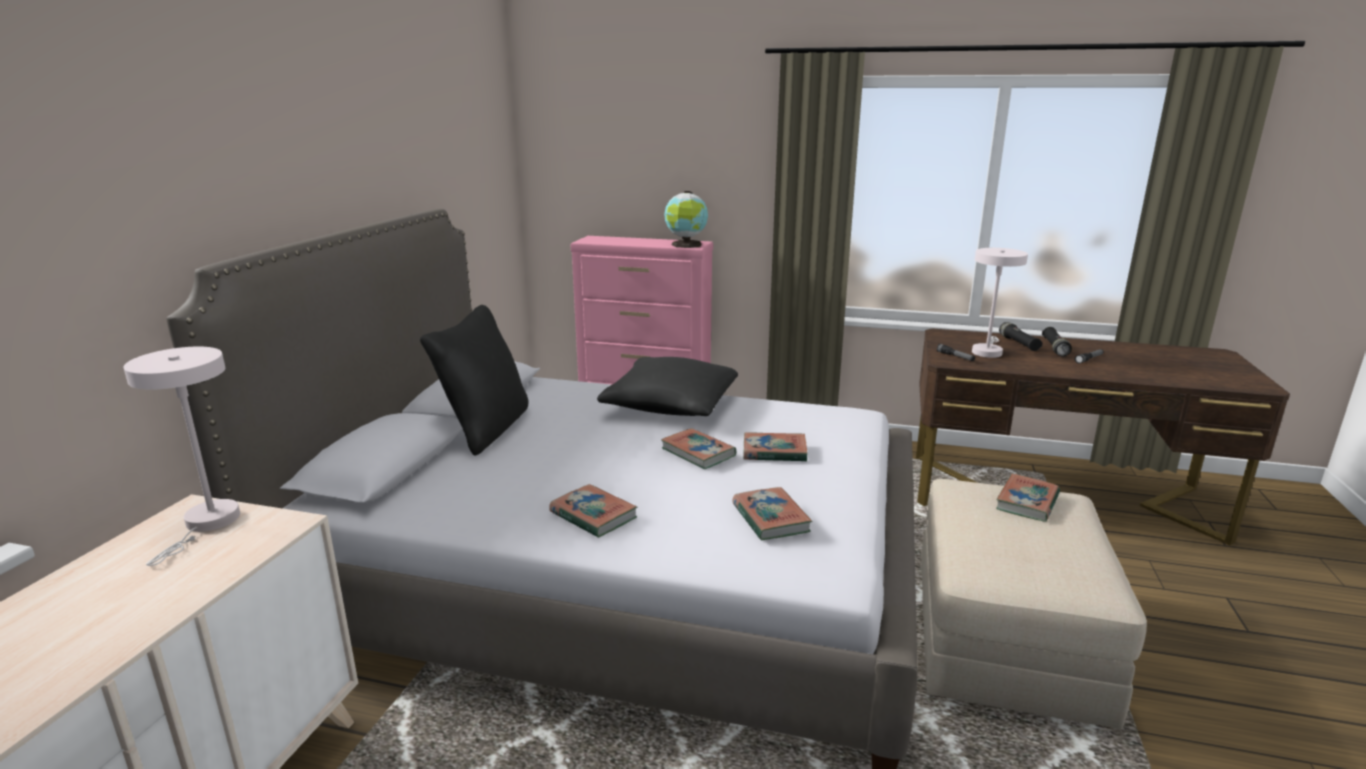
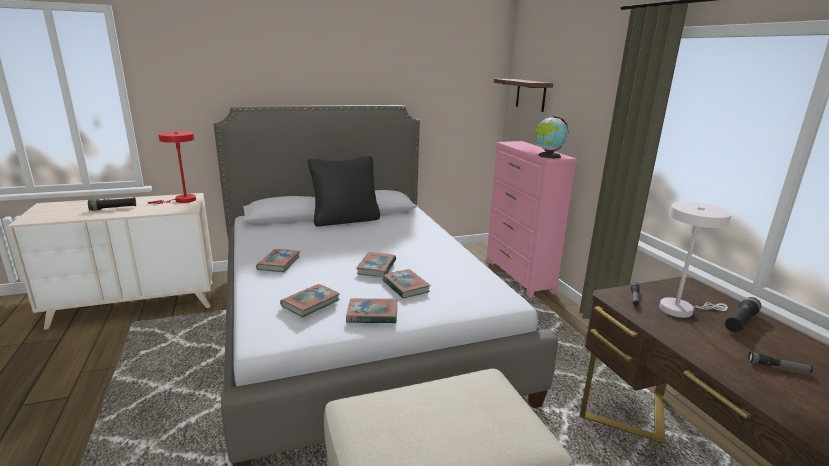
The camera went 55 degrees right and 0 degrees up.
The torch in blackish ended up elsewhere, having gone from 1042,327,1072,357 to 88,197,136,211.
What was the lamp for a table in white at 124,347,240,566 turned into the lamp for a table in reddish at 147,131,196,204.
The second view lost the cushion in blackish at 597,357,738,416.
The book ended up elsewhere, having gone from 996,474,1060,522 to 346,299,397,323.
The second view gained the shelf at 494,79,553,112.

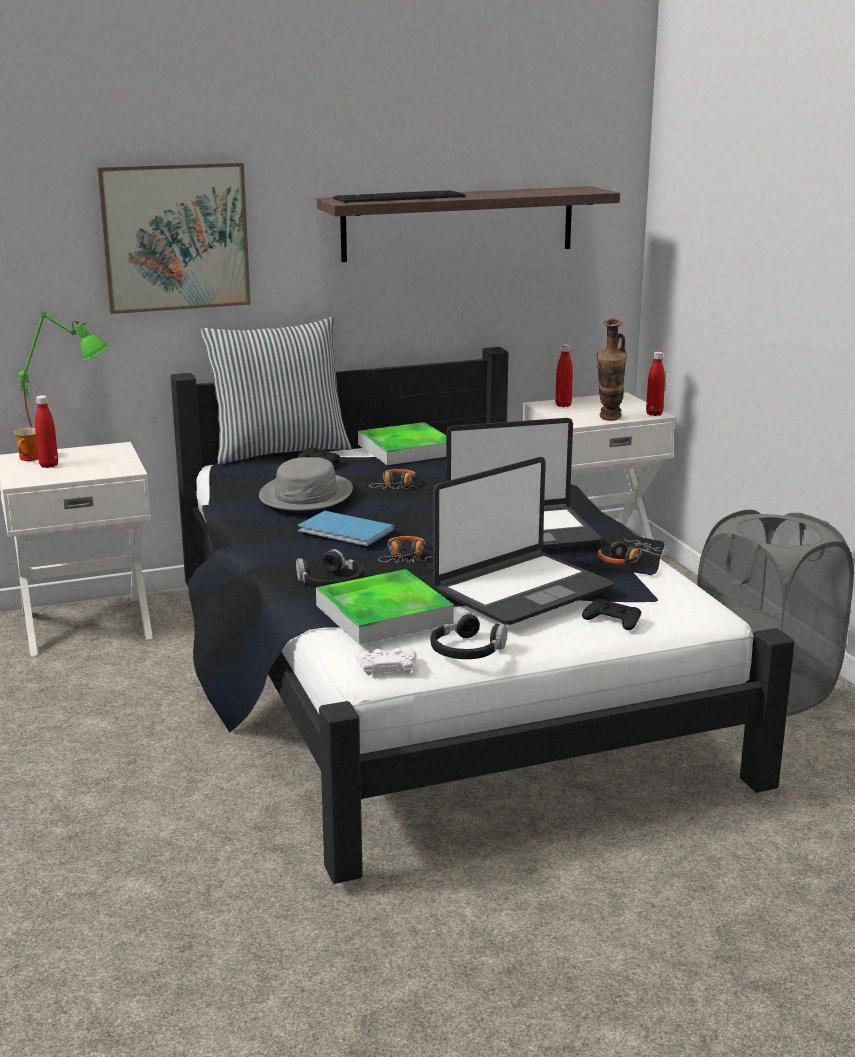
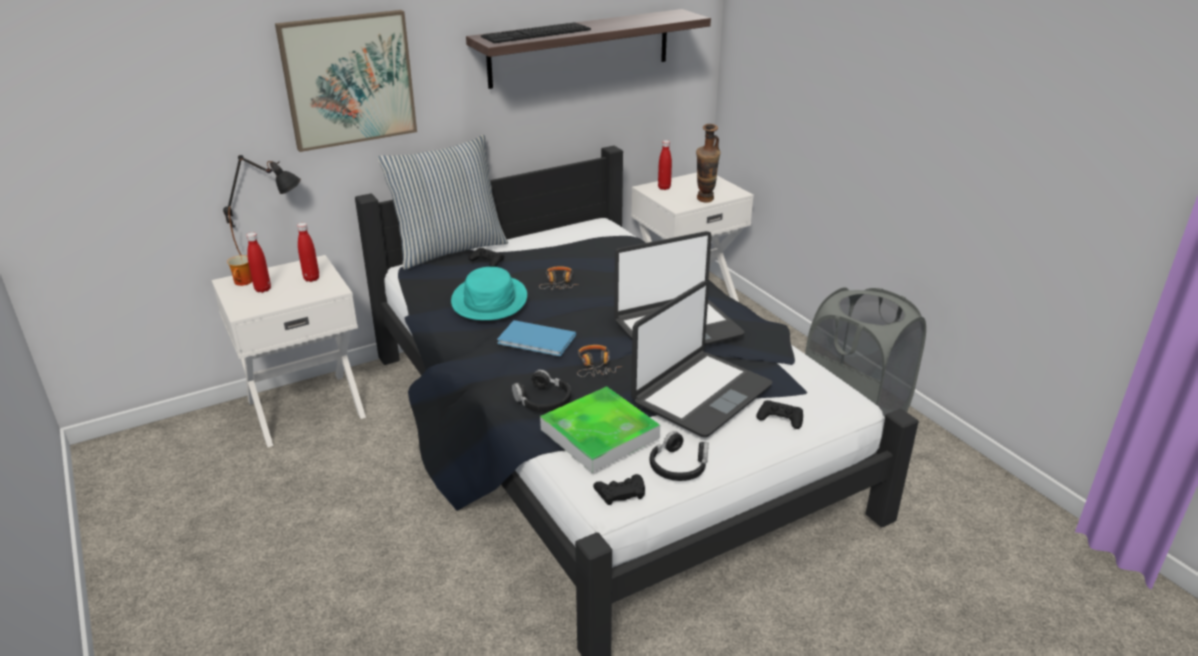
The camera went 10 degrees left and 10 degrees up.
What was the lamp for a table in green at 18,311,109,428 turned into the lamp for a table in blackish at 223,155,301,255.
The drink bottle in reddish ended up elsewhere, having gone from 646,352,665,416 to 297,223,319,282.
The second view lost the carrying tray at 358,422,446,465.
What was the clothing hat in gray at 259,457,353,511 turned into the clothing hat in turquoise-coloured at 451,267,527,320.
The second view lost the headphones at 598,539,668,564.
What was the gamepad in white at 356,648,417,675 turned into the gamepad in blackish at 593,474,645,505.

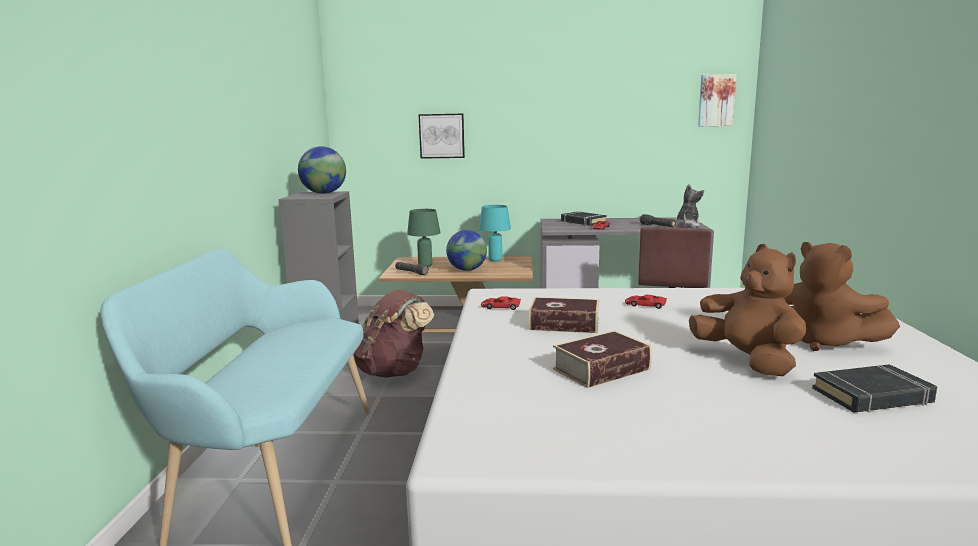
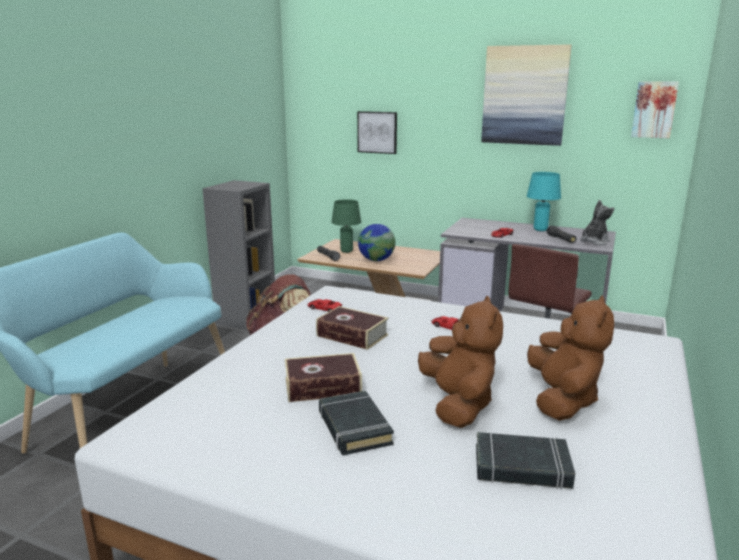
The camera went 20 degrees right and 5 degrees up.
The second view lost the desk globe at 298,146,346,194.
The lamp for a table in turquoise-coloured ended up elsewhere, having gone from 479,205,511,262 to 527,172,561,231.
The book in blackish ended up elsewhere, having gone from 561,211,607,226 to 319,391,394,455.
The cuddly toy in brownish at 785,242,900,351 ended up facing another way, 150 degrees counterclockwise from before.
The second view gained the picture at 481,44,572,146.

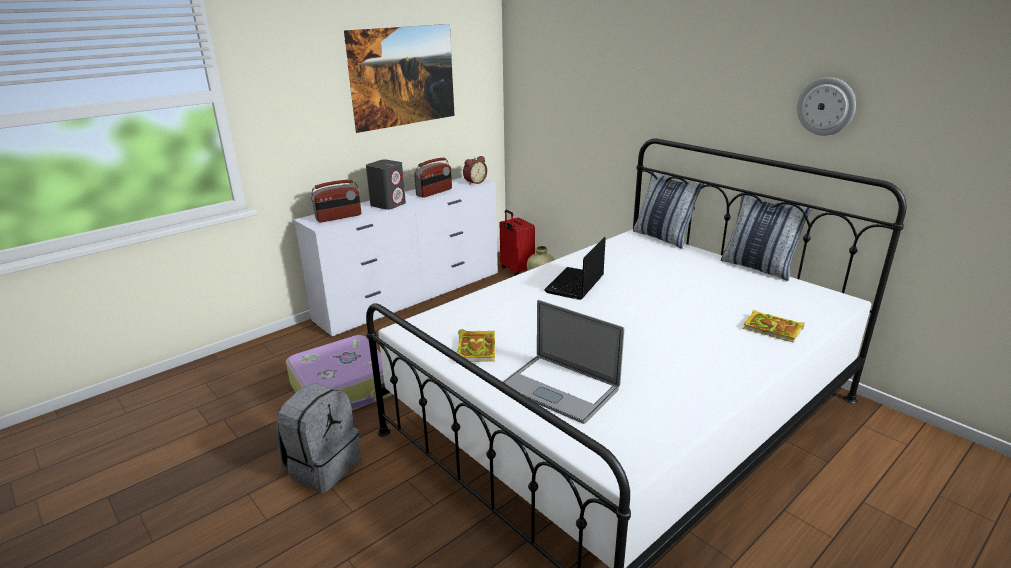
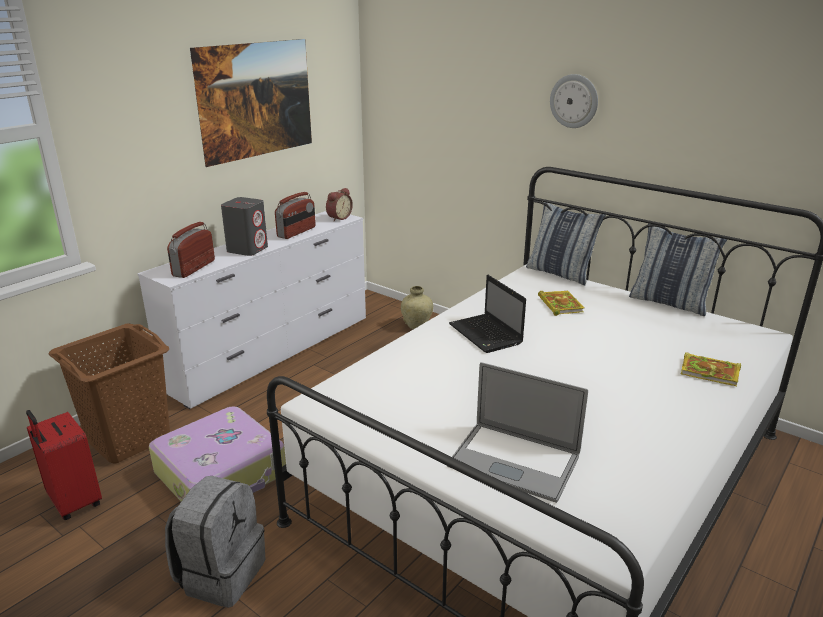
The camera went 10 degrees left and 0 degrees up.
The clock on the wall ended up elsewhere, having gone from 797,77,856,136 to 550,74,598,128.
The radio set at 311,180,361,223 ended up facing another way, 150 degrees clockwise from before.
The suitcase in reddish ended up elsewhere, having gone from 500,210,535,276 to 26,410,102,520.
The portable computer at 544,237,606,300 ended up facing another way, 45 degrees counterclockwise from before.
The book ended up elsewhere, having gone from 456,329,495,363 to 538,291,584,316.
The second view gained the laundry basket in brownish at 49,323,170,464.

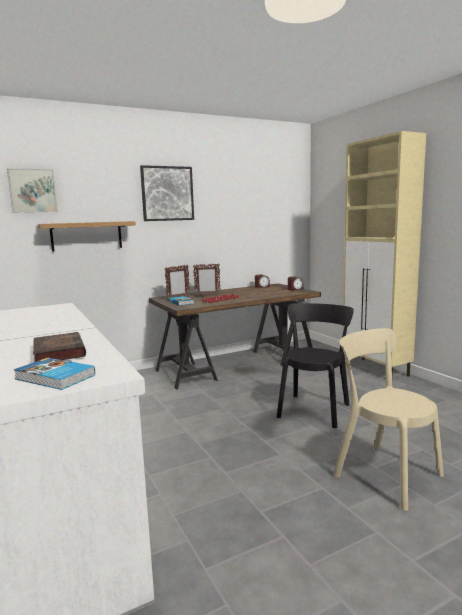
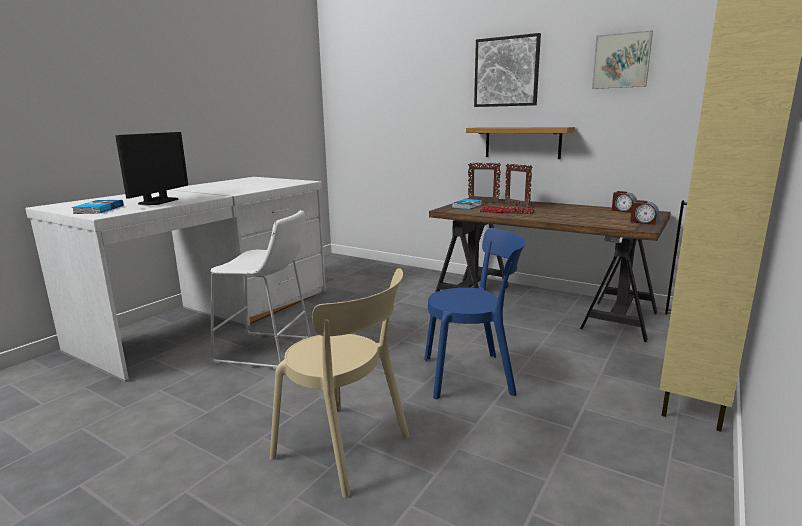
The camera went 60 degrees right and 5 degrees up.
The picture ended up elsewhere, having gone from 7,168,58,212 to 592,30,653,89.
The shelf ended up elsewhere, having gone from 38,221,136,252 to 466,127,575,159.
What was the plain chair in blackish at 277,303,354,428 turned into the plain chair in blue-coloured at 424,228,526,399.
The plain chair in sand-coloured at 333,328,444,511 ended up facing another way, 105 degrees clockwise from before.
Where the book stood at 33,332,86,362, the computer screen came to stand at 115,132,188,205.
The second view gained the sitting stool in white at 210,210,312,370.

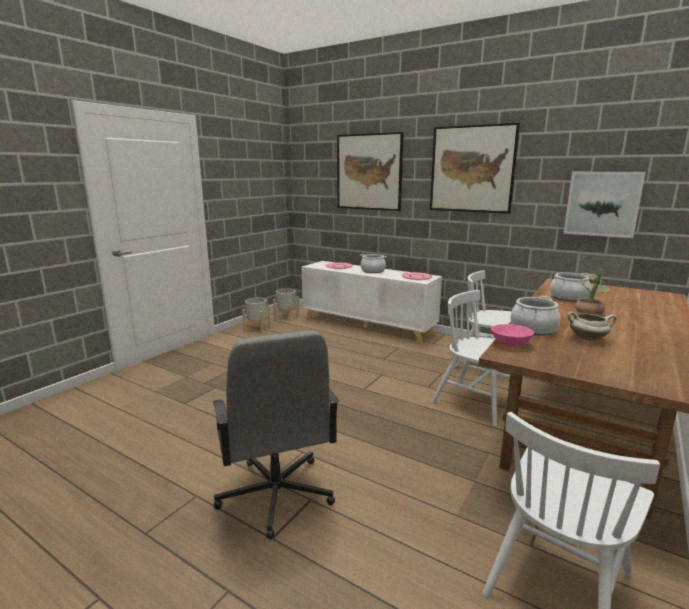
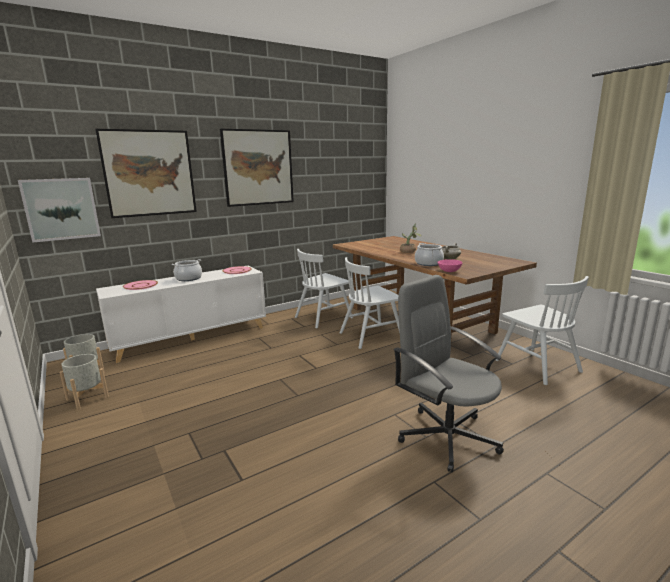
The camera went 65 degrees left and 0 degrees up.
The picture ended up elsewhere, having gone from 563,172,646,238 to 18,178,101,243.
The second view lost the cooking pot at 550,272,591,302.
The computer chair in gray at 212,331,339,539 ended up facing another way, 135 degrees counterclockwise from before.

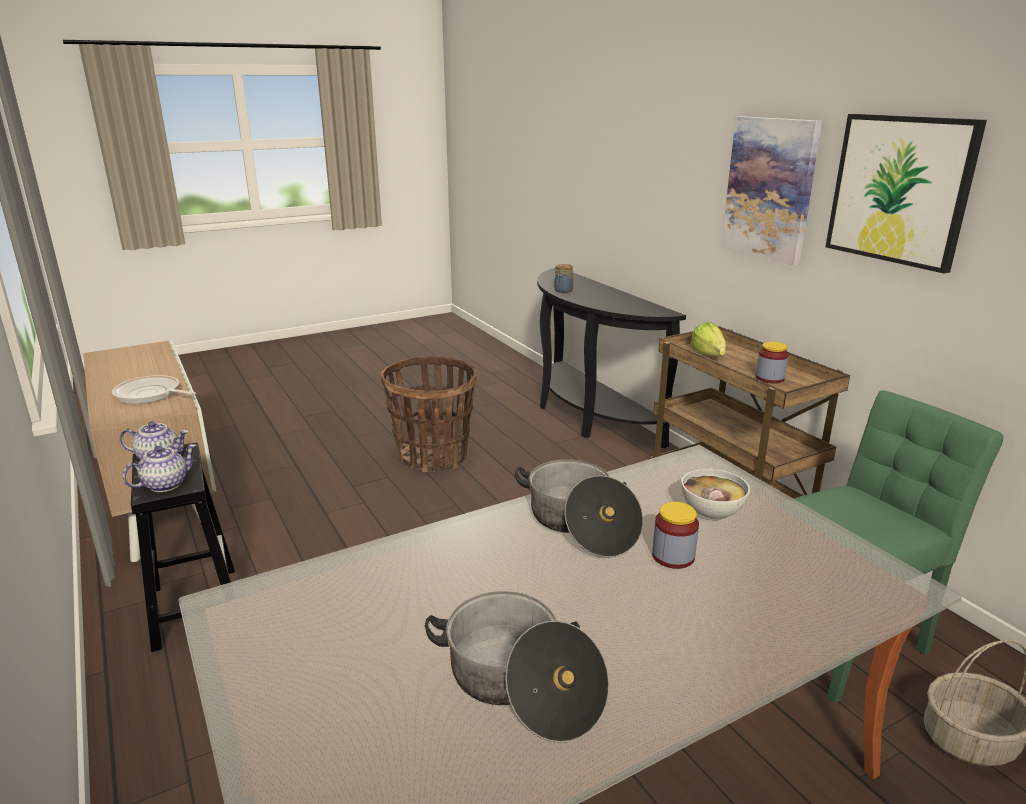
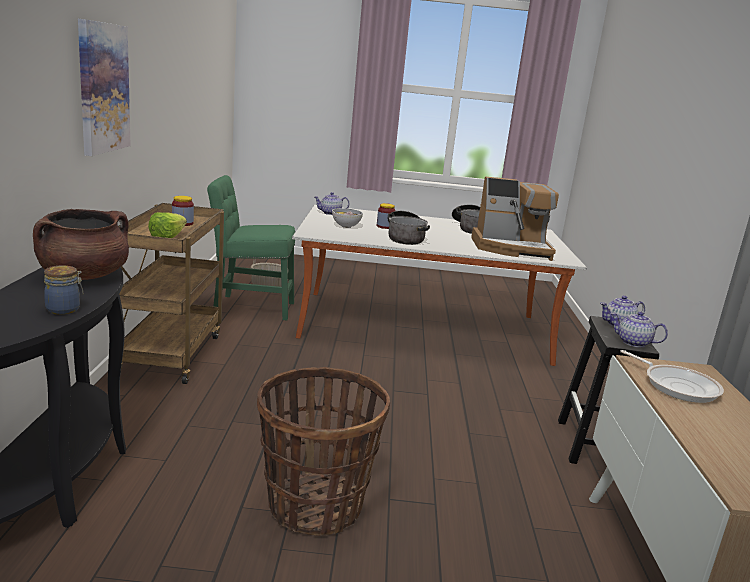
The camera went 150 degrees left and 5 degrees down.
The second view lost the picture at 825,114,987,274.
The second view gained the coffee machine at 471,176,559,261.
The second view gained the tea pot at 314,192,349,215.
The second view gained the cooking pot in brownish at 33,209,129,280.

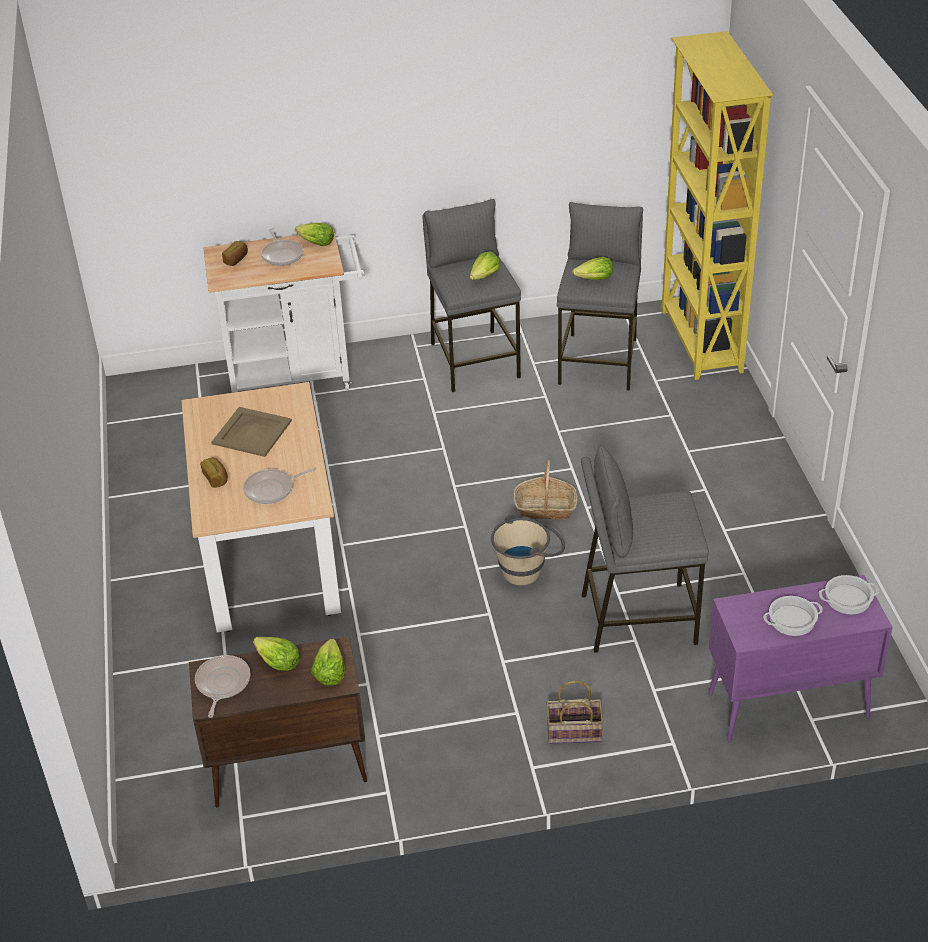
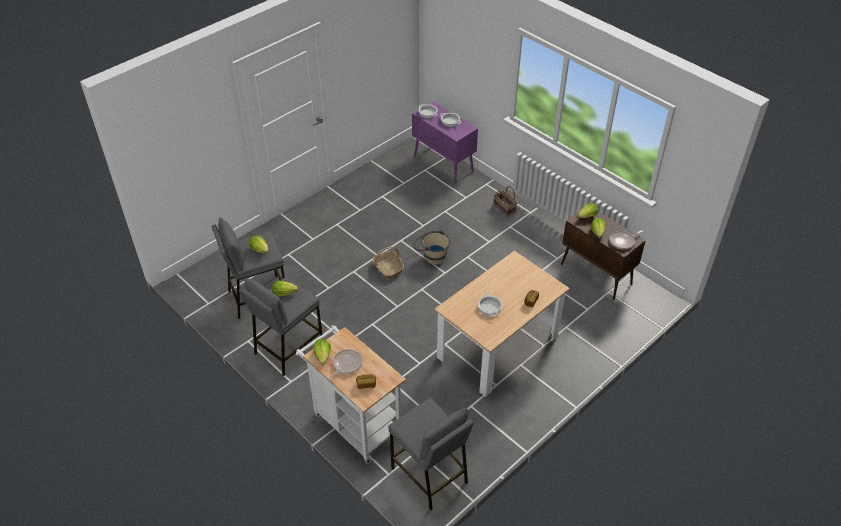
The camera went 125 degrees left and 5 degrees up.
The second view lost the bookshelf in yellow at 661,31,773,380.
Where the carrying tray in sand-coloured stood at 211,407,292,457, the cooking pot came to stand at 478,293,502,316.
The sitting stool in gray ended up elsewhere, having gone from 581,445,709,653 to 388,398,474,510.
The second view lost the pan at 243,468,315,504.

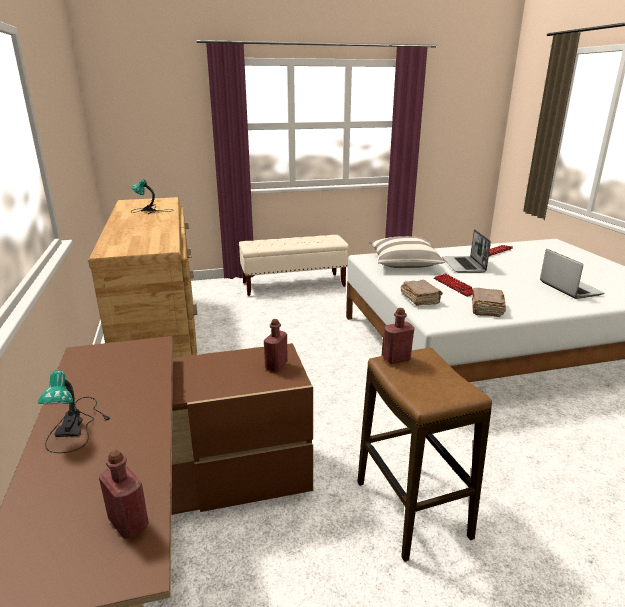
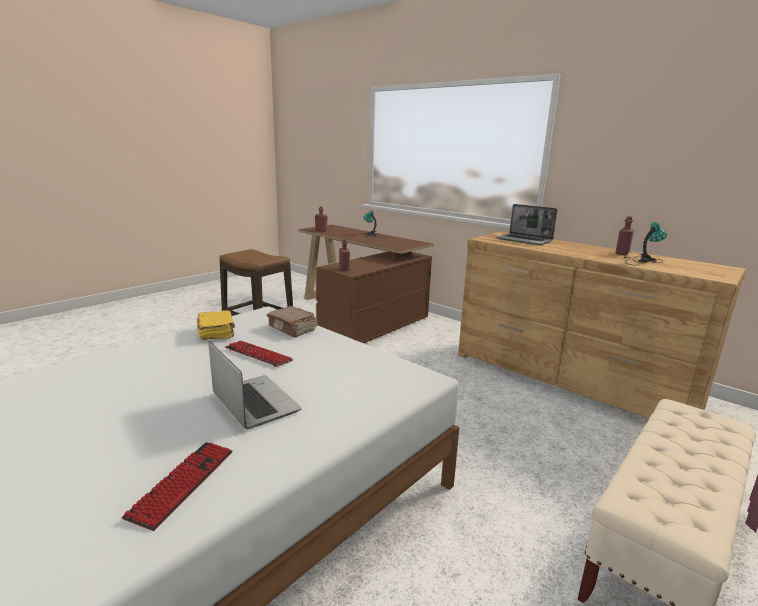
The camera went 145 degrees right and 5 degrees down.
The second view lost the cushion at 369,236,445,268.
The portable computer ended up elsewhere, having gone from 540,249,604,299 to 496,204,557,245.
What was the book in brownish at 472,288,506,317 turned into the book in yellow at 197,310,235,340.
The drink bottle in reddish ended up elsewhere, having gone from 383,308,414,364 to 615,216,634,255.

